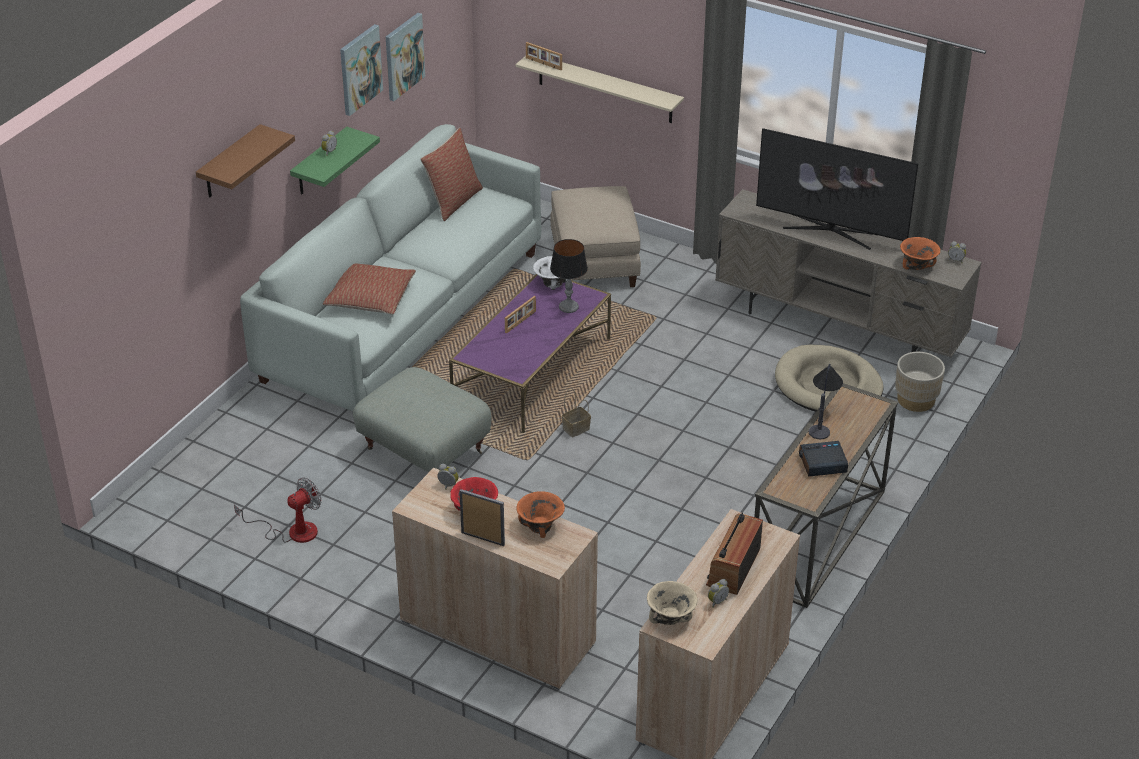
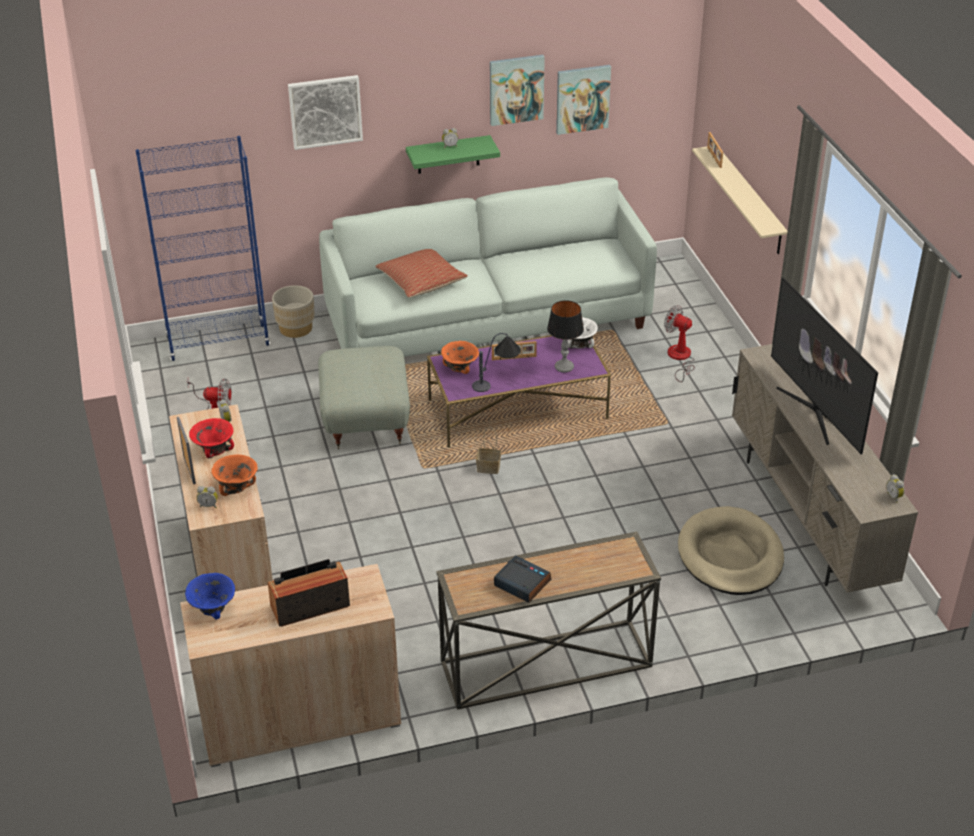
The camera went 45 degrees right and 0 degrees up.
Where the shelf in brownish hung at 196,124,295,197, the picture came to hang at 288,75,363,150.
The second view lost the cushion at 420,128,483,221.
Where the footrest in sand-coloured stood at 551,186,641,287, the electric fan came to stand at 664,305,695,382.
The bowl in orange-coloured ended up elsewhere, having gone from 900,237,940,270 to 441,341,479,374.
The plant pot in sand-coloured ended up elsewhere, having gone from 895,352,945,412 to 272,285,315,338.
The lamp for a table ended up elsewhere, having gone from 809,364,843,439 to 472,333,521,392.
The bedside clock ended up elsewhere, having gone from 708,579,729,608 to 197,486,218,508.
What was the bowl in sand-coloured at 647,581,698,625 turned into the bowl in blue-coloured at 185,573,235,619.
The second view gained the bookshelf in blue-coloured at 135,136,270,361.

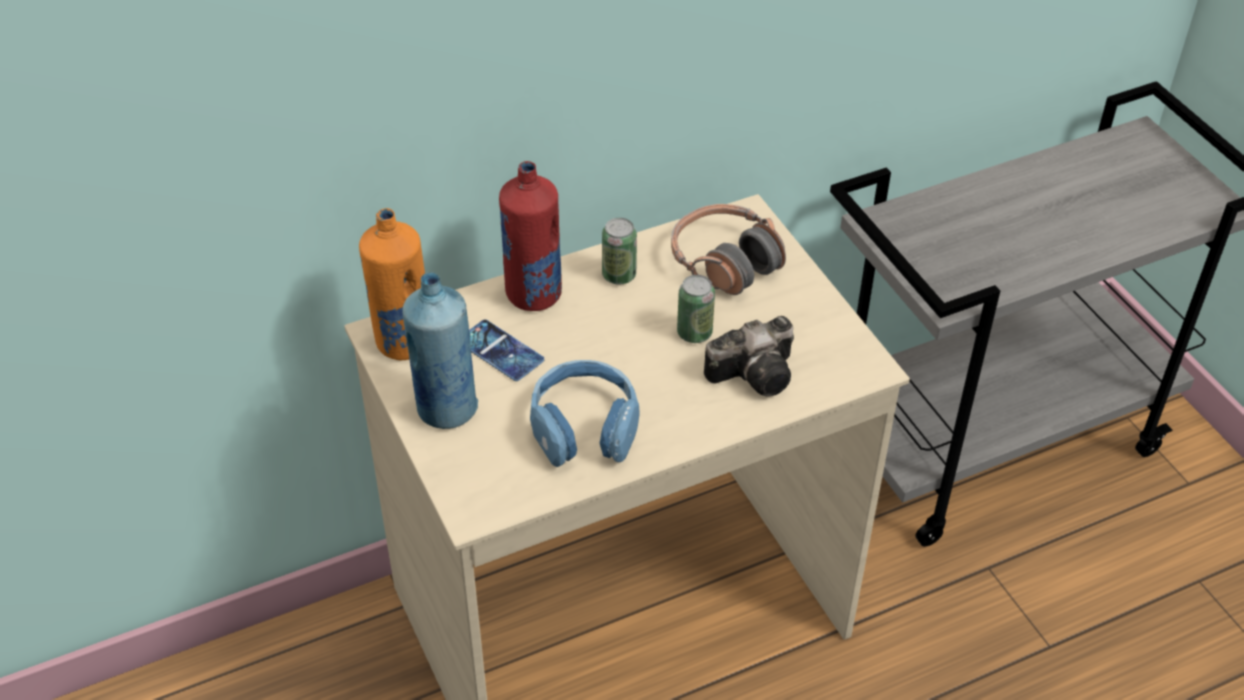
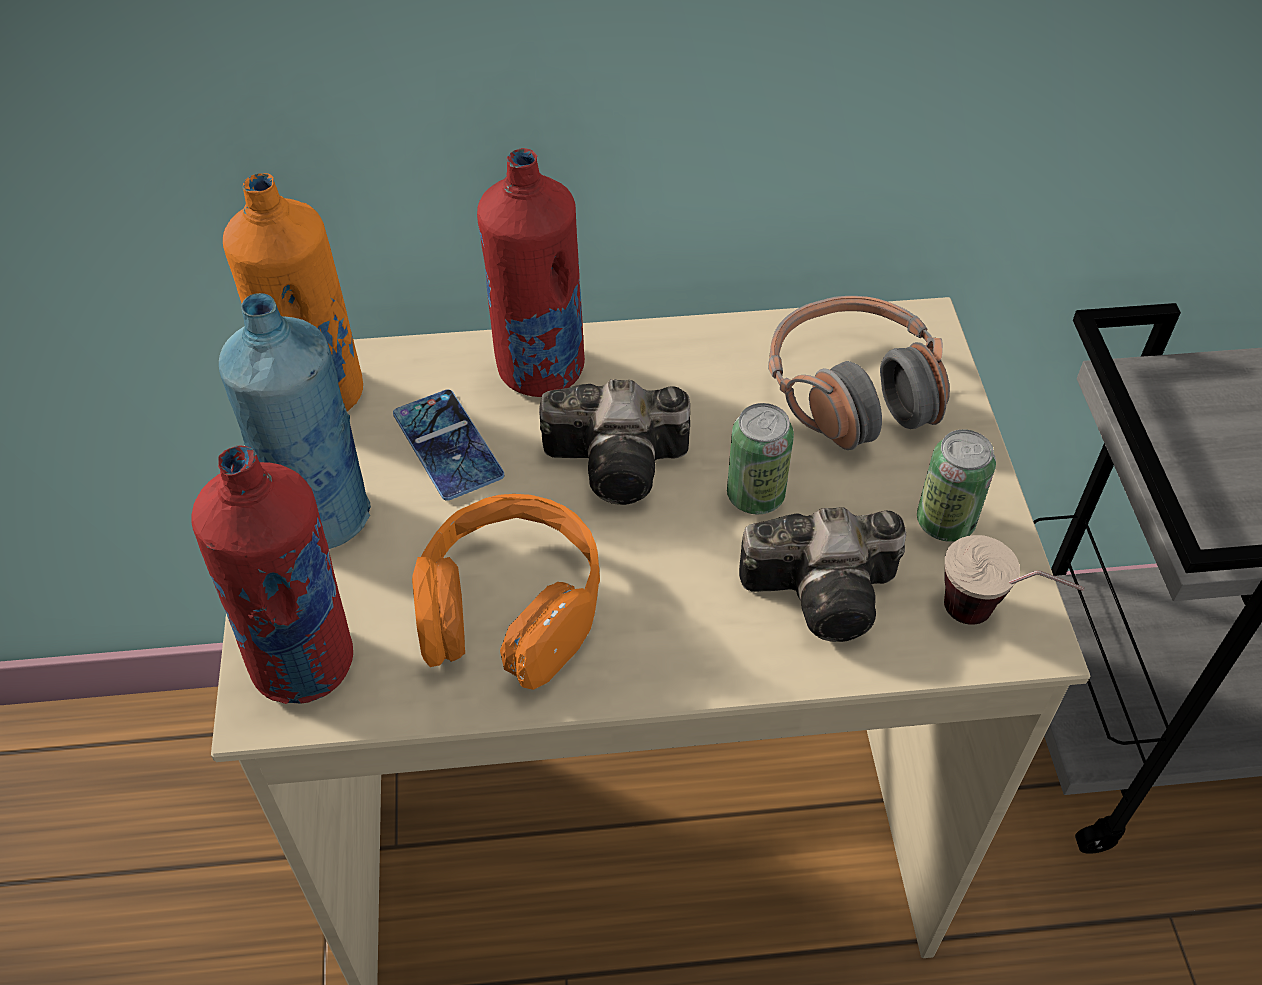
The camera went 20 degrees right and 5 degrees up.
The can ended up elsewhere, having gone from 602,218,637,285 to 917,429,996,542.
What was the headphones in blue-coloured at 530,360,640,467 turned into the headphones in orange-coloured at 412,494,600,690.
The second view gained the still camera at 539,379,690,505.
The second view gained the drink bottle in reddish at 192,446,353,704.
The second view gained the cup at 944,535,1084,625.

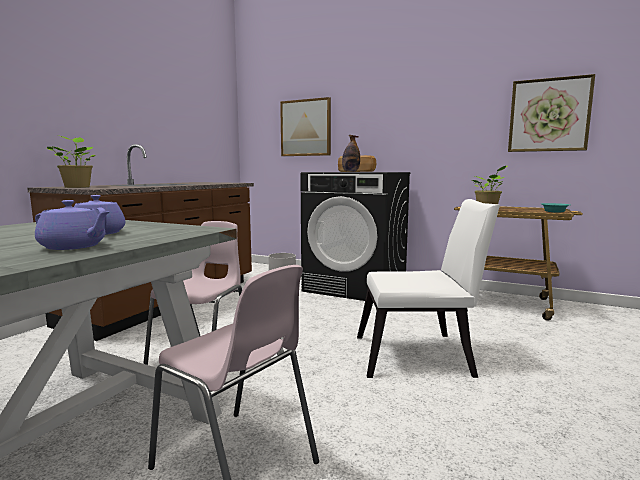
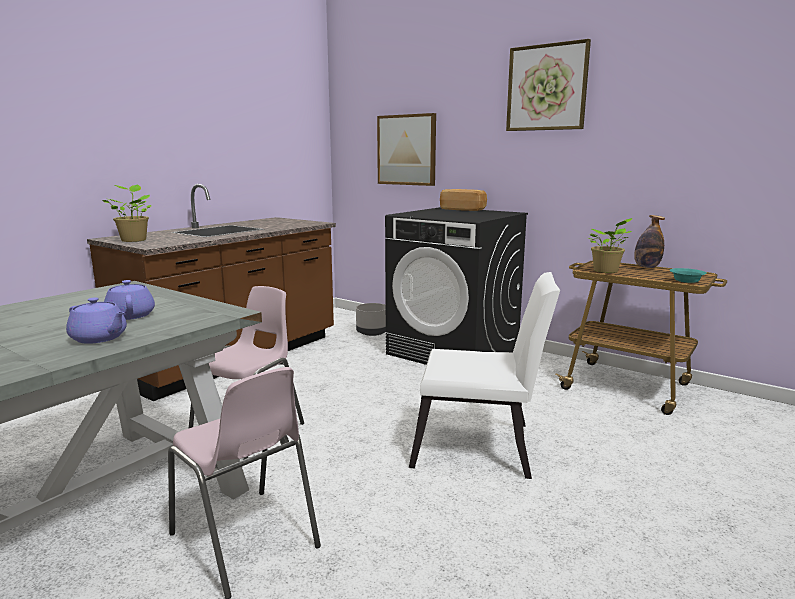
The camera went 10 degrees right and 5 degrees up.
The picture ended up elsewhere, having gone from 508,74,595,152 to 506,39,591,131.
The drink bottle ended up elsewhere, having gone from 342,135,360,172 to 634,215,665,268.

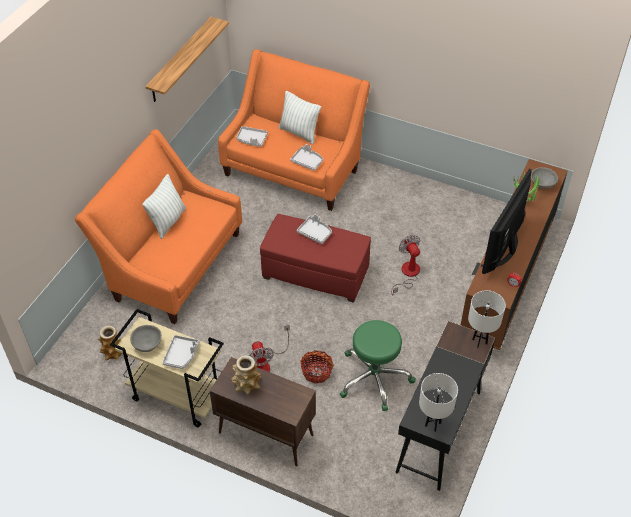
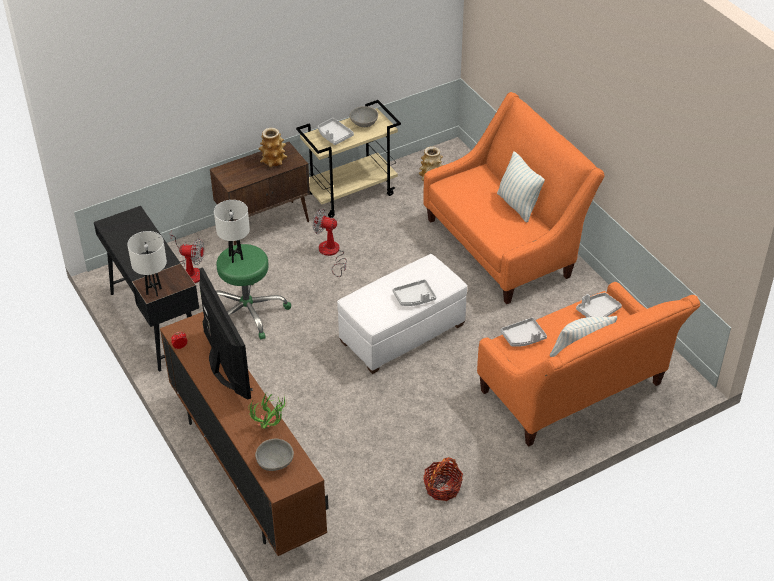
The camera went 125 degrees right and 5 degrees down.
The second view lost the shelf at 145,17,229,102.
What was the footrest in reddish at 260,214,371,303 turned into the footrest in white at 337,254,467,374.
The electric fan ended up elsewhere, having gone from 391,235,420,296 to 170,231,204,283.
The storage basket ended up elsewhere, having gone from 300,350,334,384 to 423,457,463,501.
The lamp for a table in white ended up elsewhere, having gone from 419,373,458,432 to 214,200,250,263.

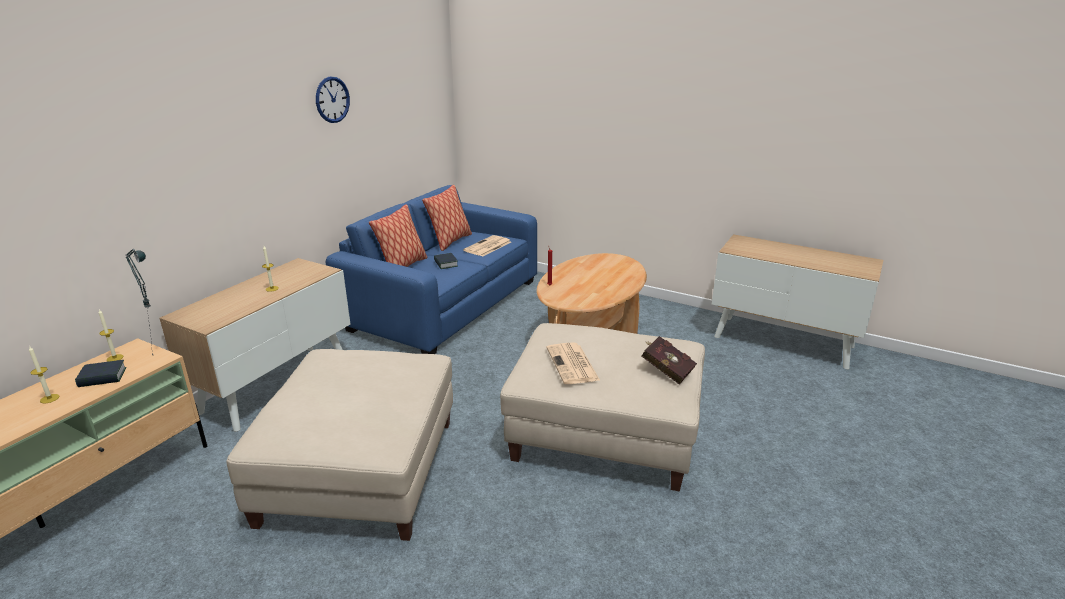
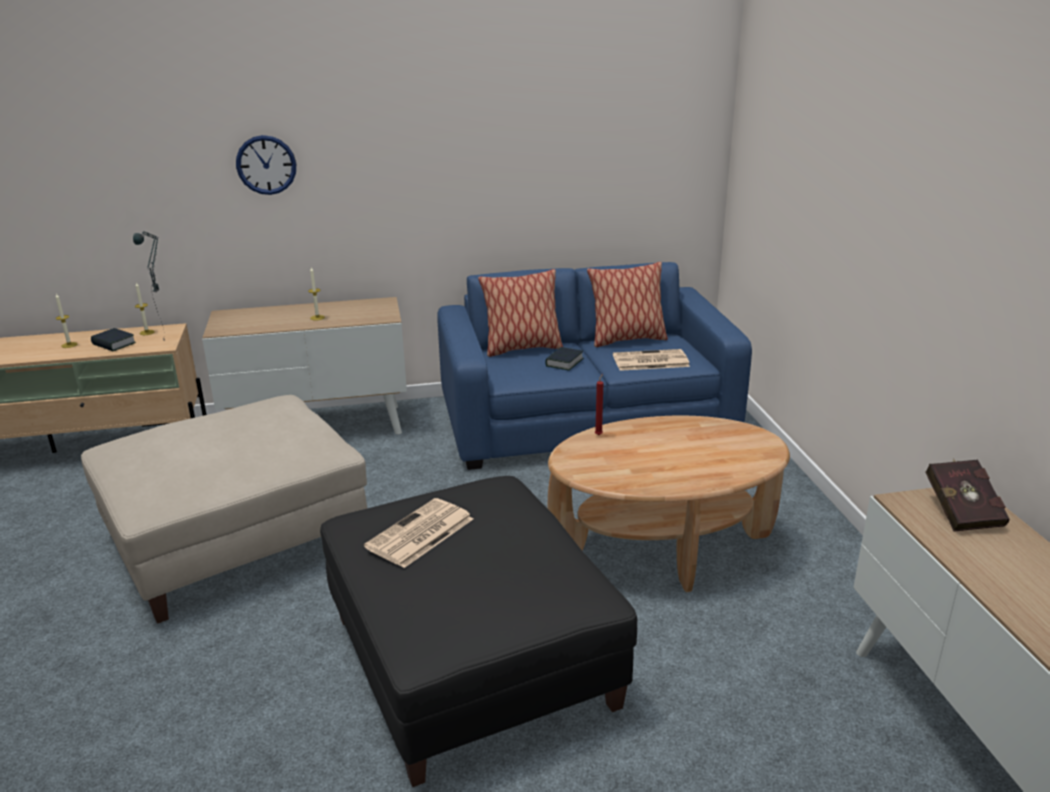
The camera went 50 degrees right and 0 degrees up.
The clock on the wall ended up elsewhere, having gone from 316,77,350,123 to 236,135,296,195.
What was the footrest in sand-coloured at 500,323,705,492 turned into the footrest in blackish at 320,476,637,787.
The book in reddish ended up elsewhere, having gone from 642,336,697,385 to 925,458,1009,532.

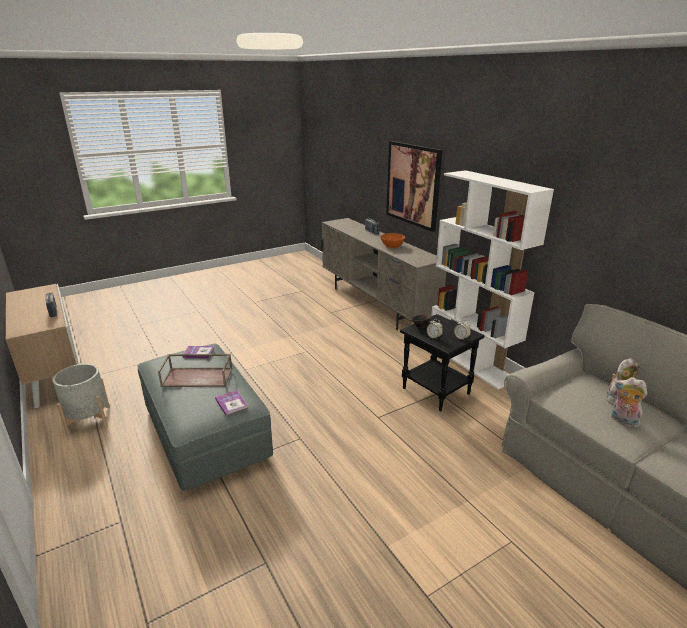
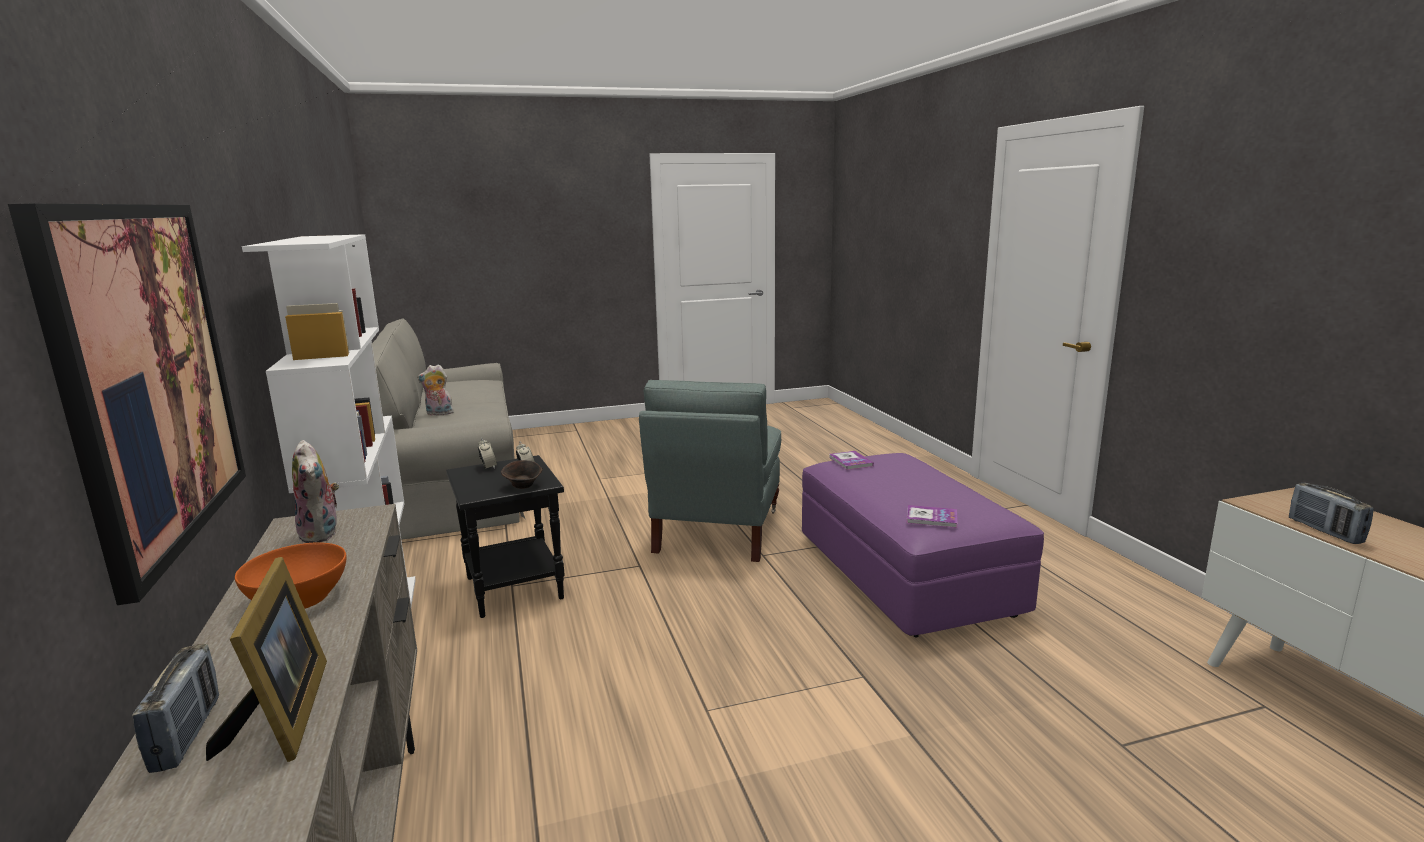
The camera went 165 degrees left and 10 degrees down.
What was the footrest in gray at 137,344,273,491 turned into the footrest in purple at 802,453,1044,638.
The second view lost the carrying tray in brownish at 158,354,233,387.
The second view lost the plant pot in gray at 53,364,110,436.
The cuddly toy ended up elsewhere, having gone from 611,377,647,428 to 292,440,339,543.
The second view gained the lounge chair in gray at 639,380,781,562.
The second view gained the picture frame at 206,557,327,762.

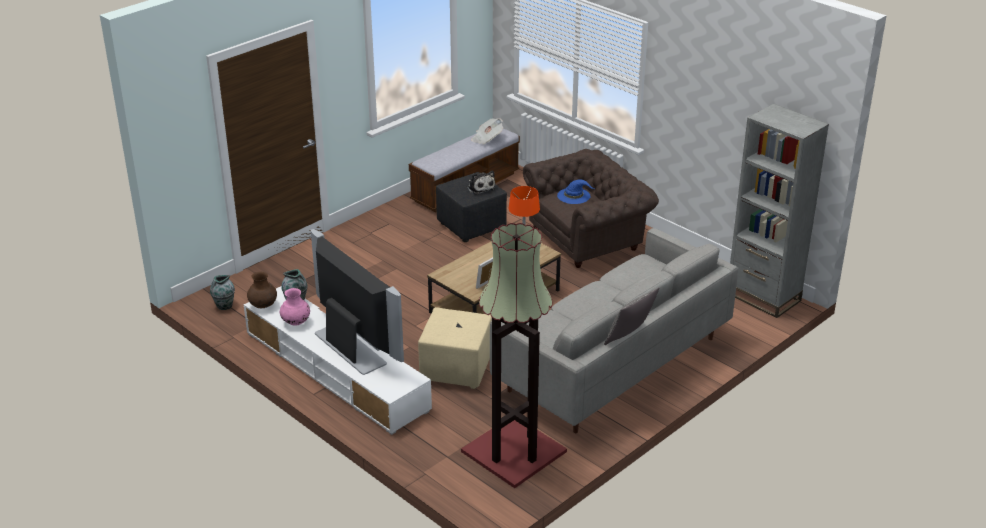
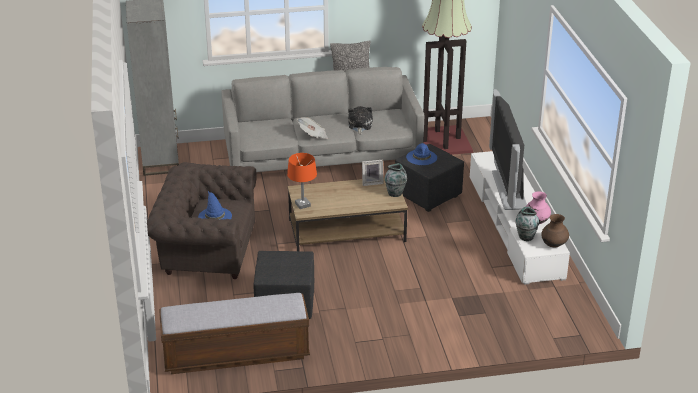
The camera went 145 degrees left and 0 degrees up.
The newspaper ended up elsewhere, having gone from 471,118,503,145 to 297,117,328,139.
The cuddly toy ended up elsewhere, having gone from 467,171,496,195 to 348,106,373,135.
The vase ended up elsewhere, having gone from 210,275,235,310 to 385,163,407,197.
What was the footrest in sand-coloured at 418,307,492,389 turned into the footrest in blackish at 395,144,464,212.
The second view gained the clothing hat in blue-coloured at 406,143,437,165.

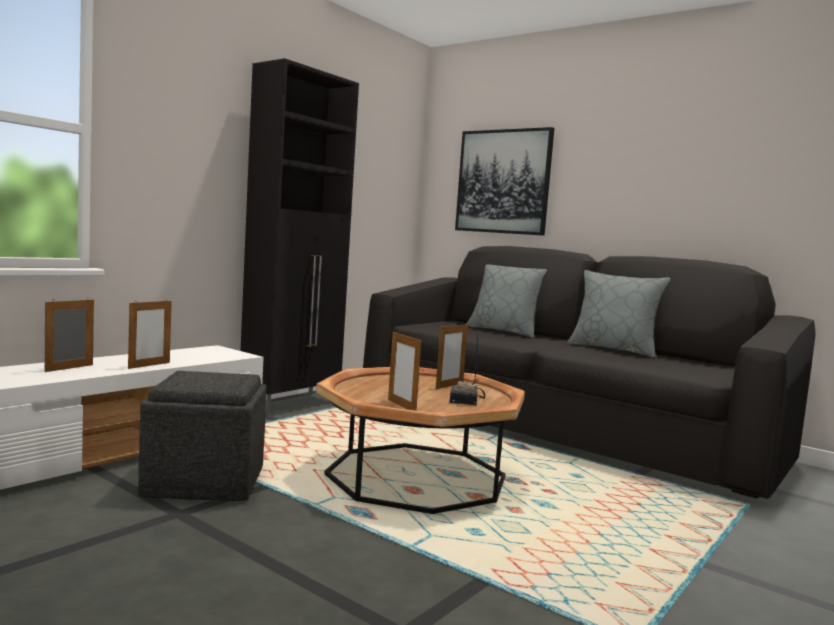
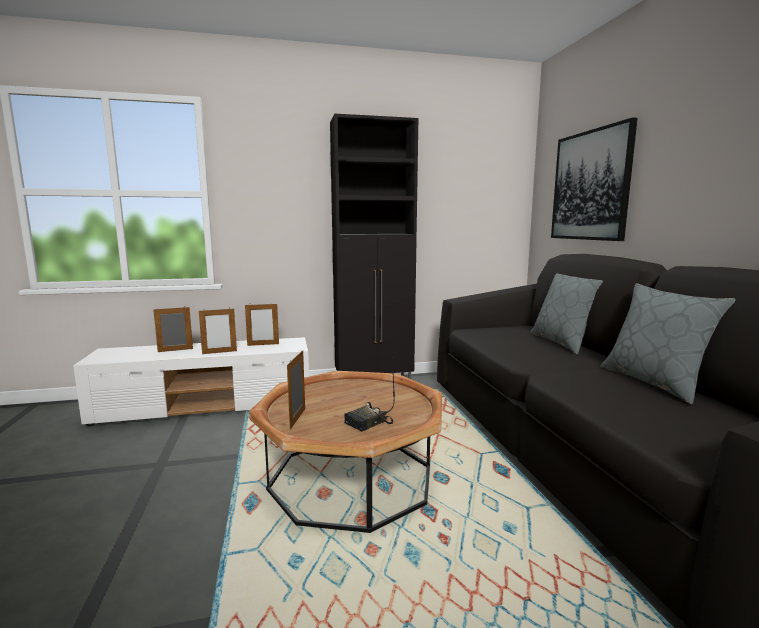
The camera went 40 degrees right and 5 degrees up.
The picture frame ended up elsewhere, having gone from 436,322,468,389 to 245,303,279,346.
The second view lost the footrest in gray at 138,371,267,501.

